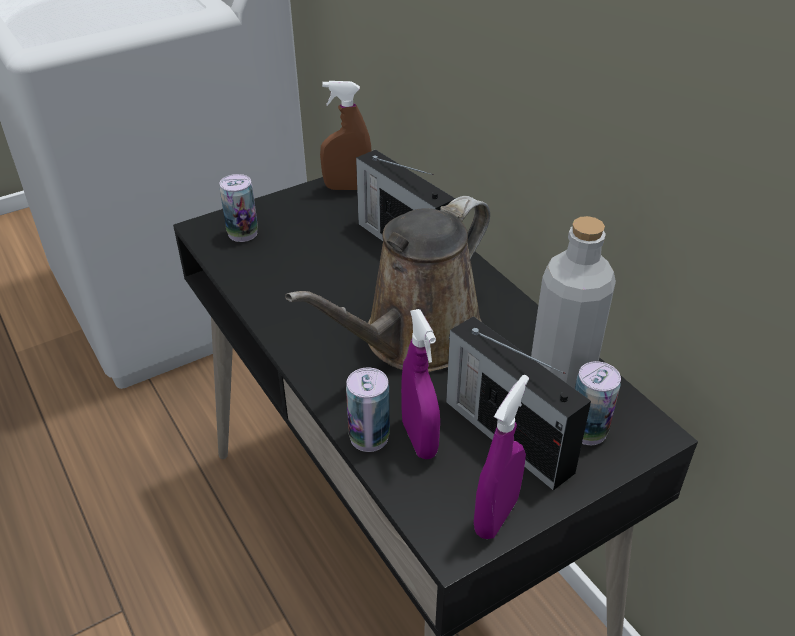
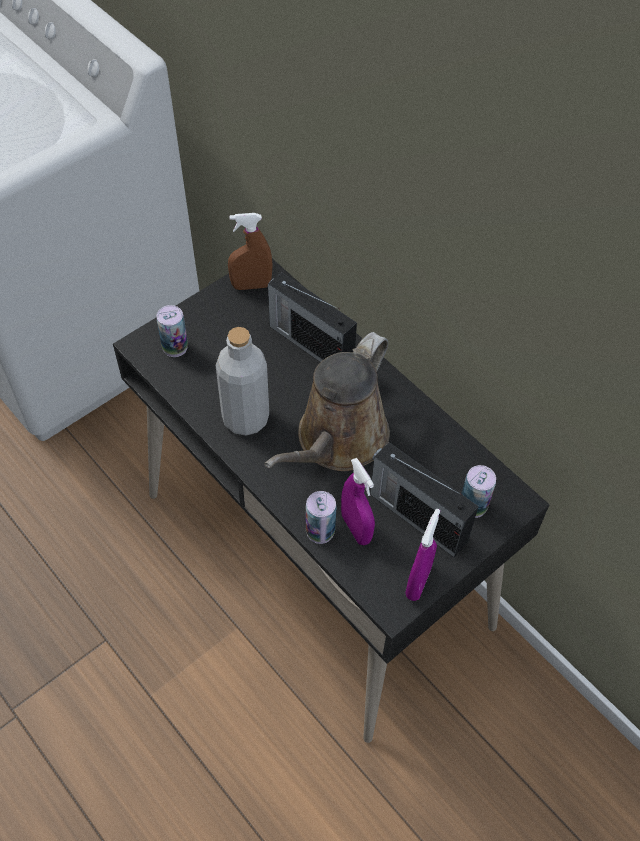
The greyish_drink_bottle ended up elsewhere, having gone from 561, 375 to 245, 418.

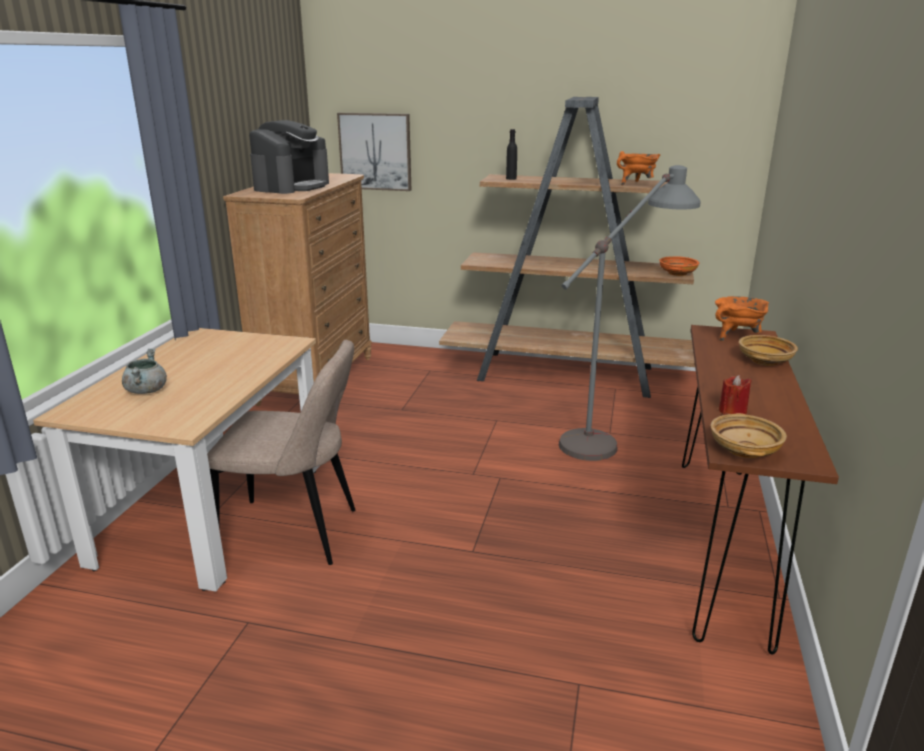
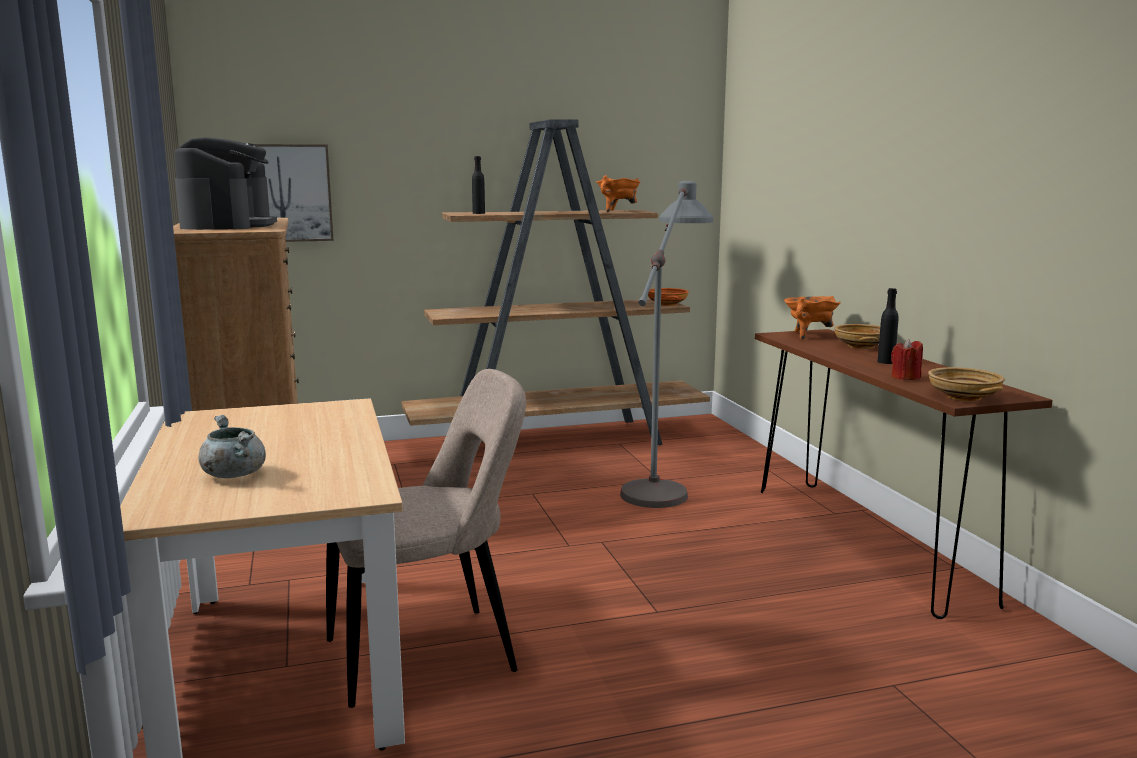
The second view gained the blackish_drink_bottle at 886, 362.

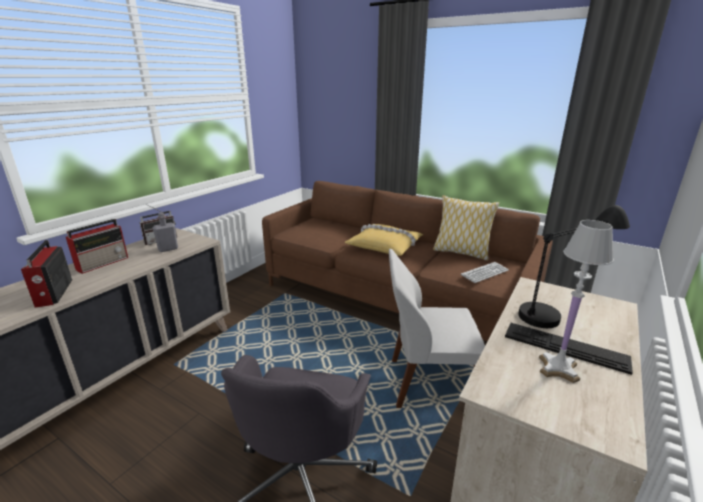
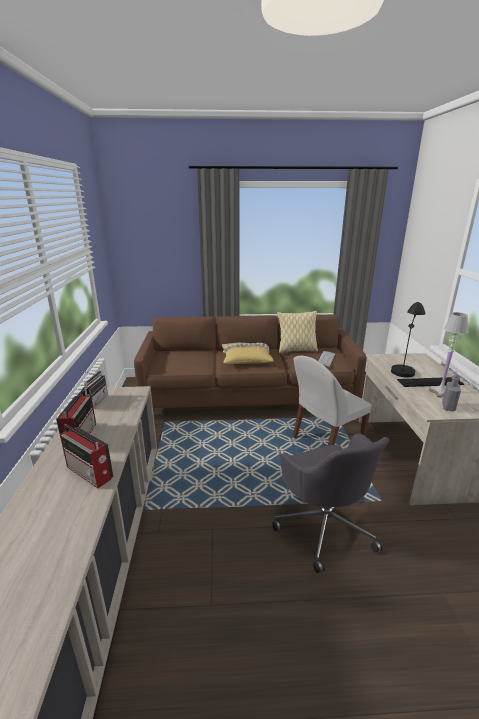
The greyish_drink_bottle ended up elsewhere, having gone from 168, 249 to 448, 407.

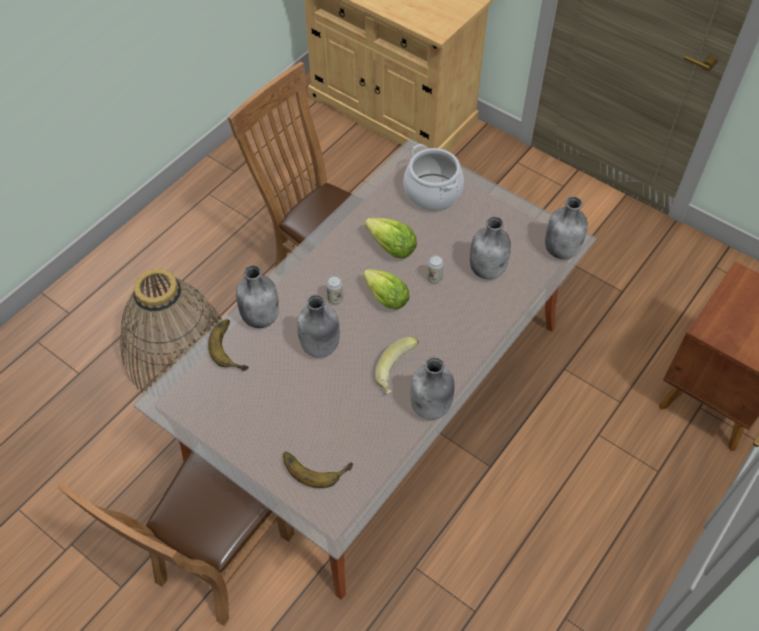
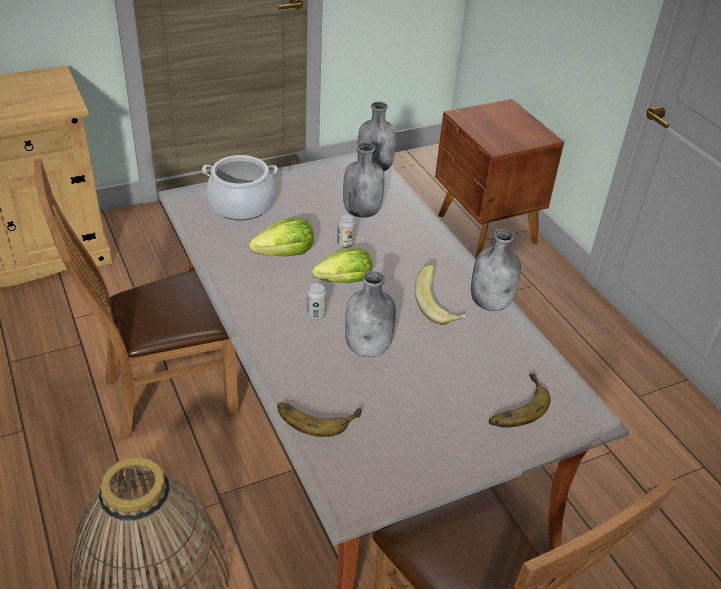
The second view lost the greyish_drink_bottle at 261, 316.

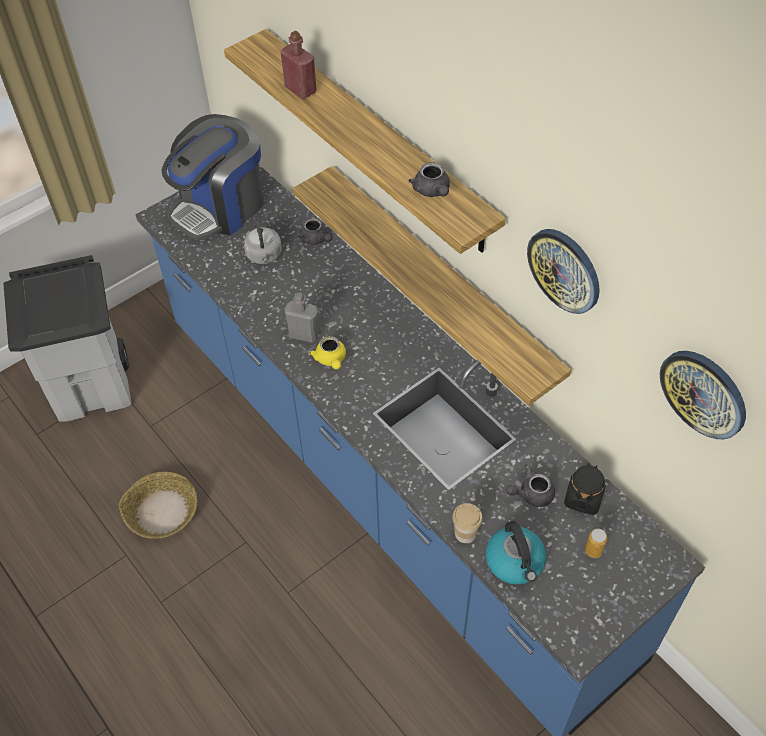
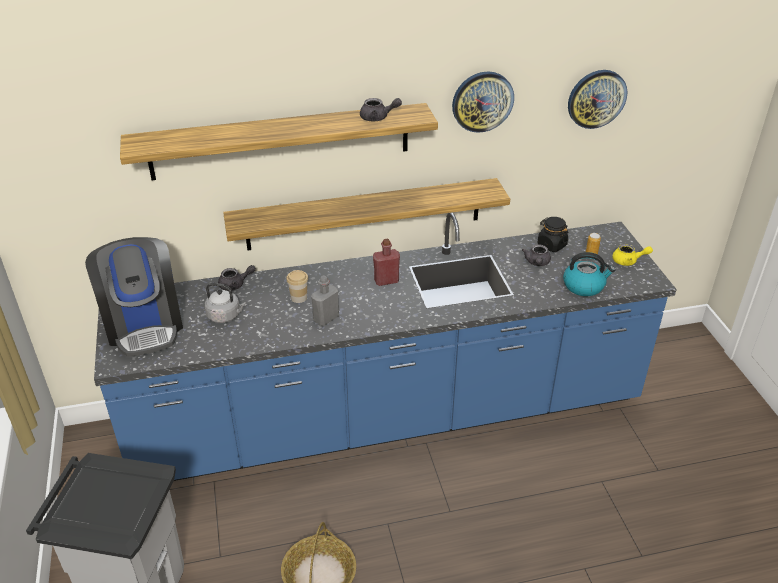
The drinking_cup ended up elsewhere, having gone from 465, 533 to 299, 298.
The red_drink_bottle ended up elsewhere, having gone from 300, 90 to 386, 281.
The yellow_tea_pot ended up elsewhere, having gone from 331, 360 to 628, 261.

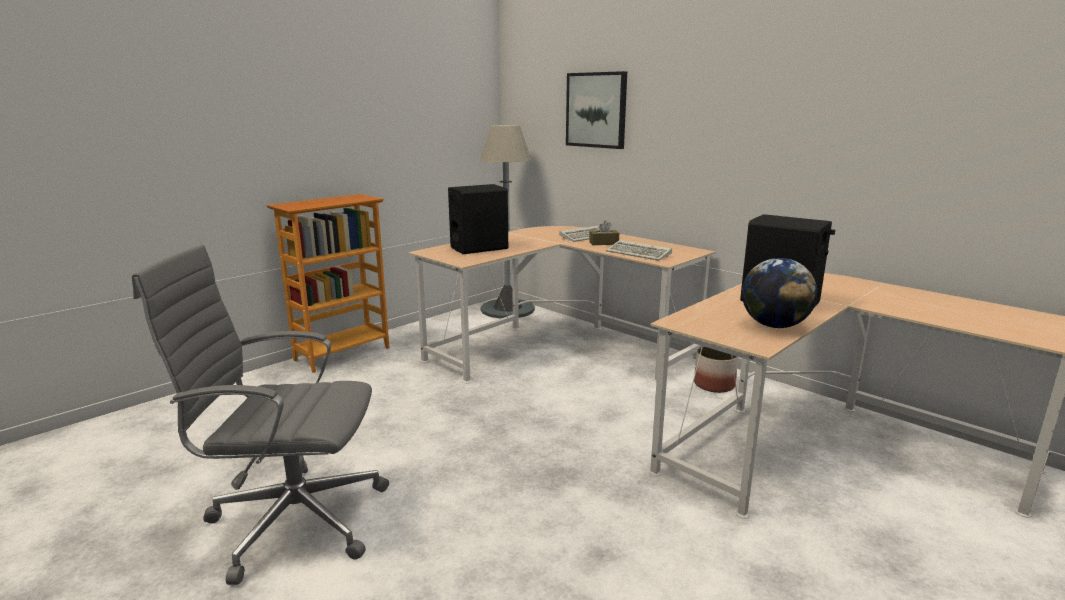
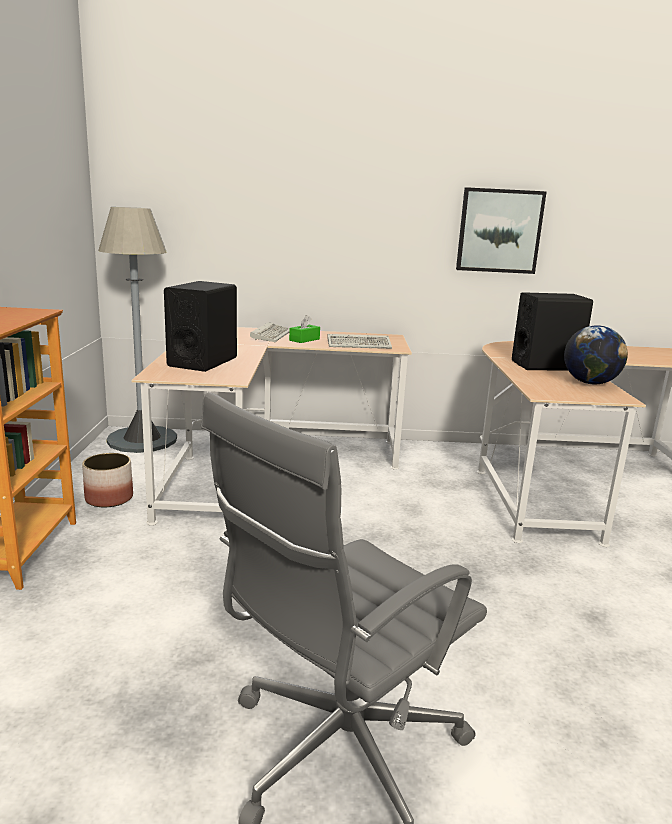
The planter ended up elsewhere, having gone from 714, 385 to 109, 498.
What was the brown_tissue_holder at 604, 243 turned into the green-coloured_tissue_holder at 304, 340.
The picture ended up elsewhere, having gone from 596, 110 to 499, 231.

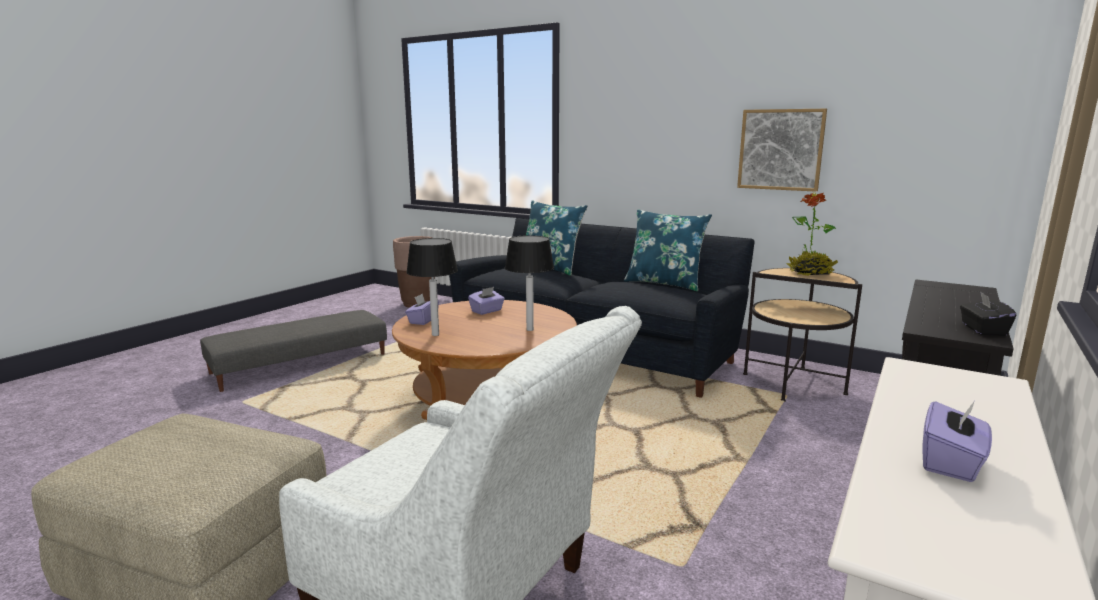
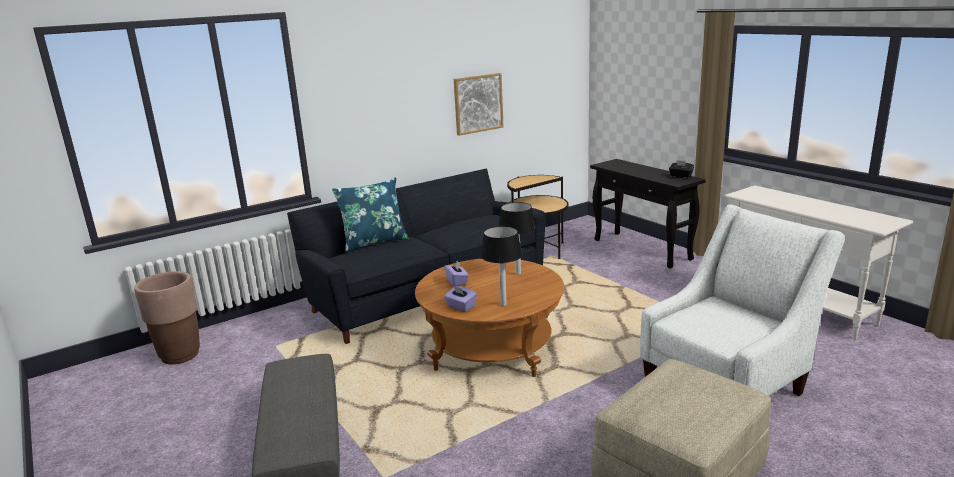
The second view lost the blue-coloured_cushion at 664, 283.
The second view lost the plant_in_a_pot at 810, 274.
The second view lost the purple_tissue_holder at 951, 463.

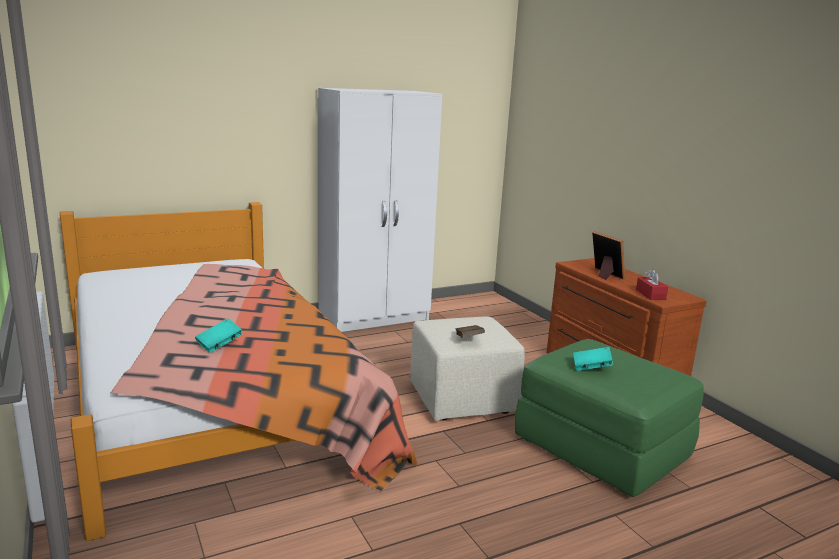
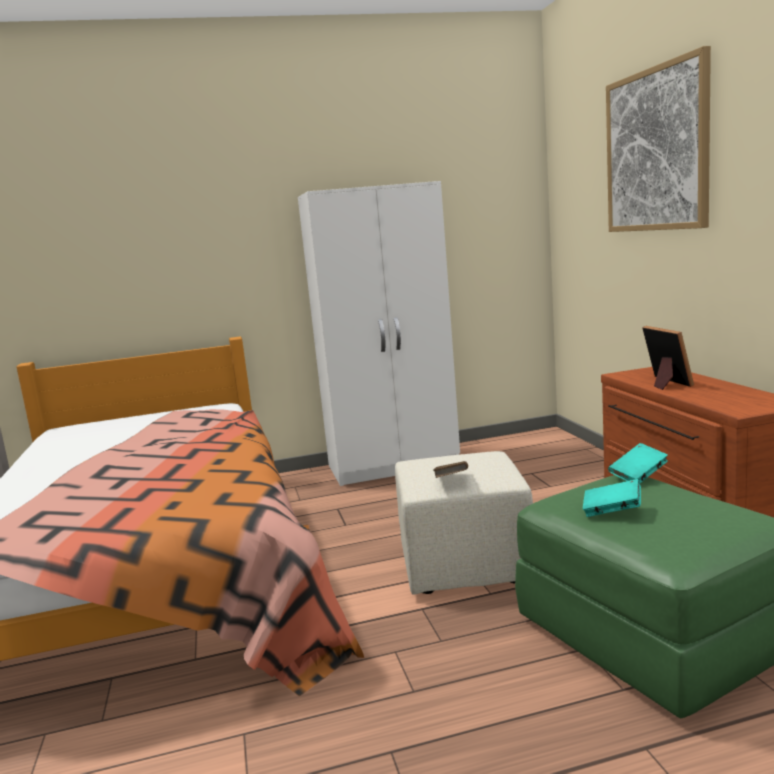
The second view gained the picture at 656, 150.
The blue-green_bound_book ended up elsewhere, having gone from 219, 345 to 638, 476.
The second view lost the red_tissue_holder at 650, 294.

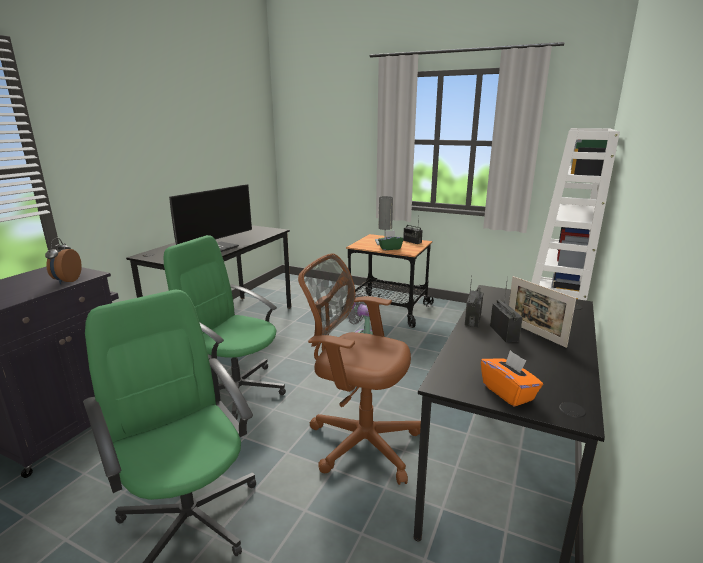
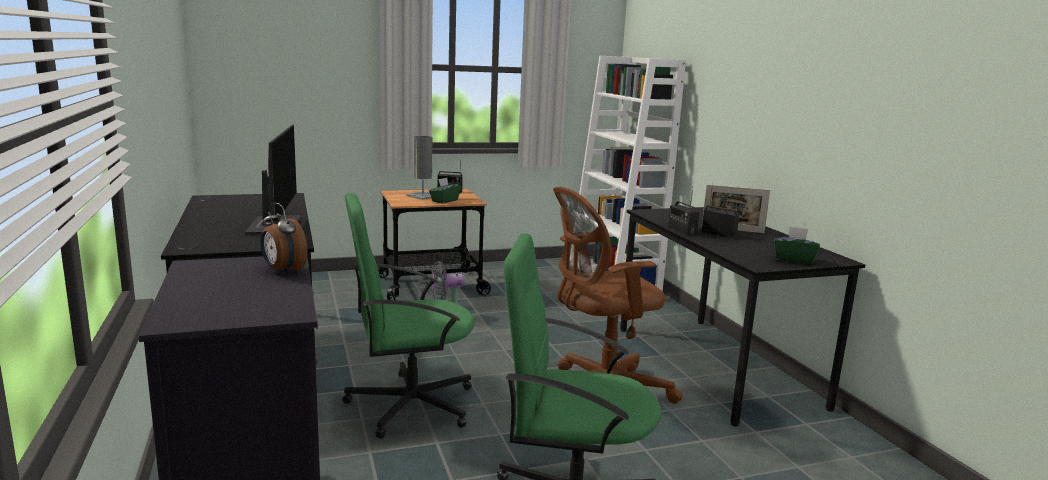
What was the orangey_tissue_holder at 508, 392 turned into the green-coloured_tissue_holder at 793, 260.

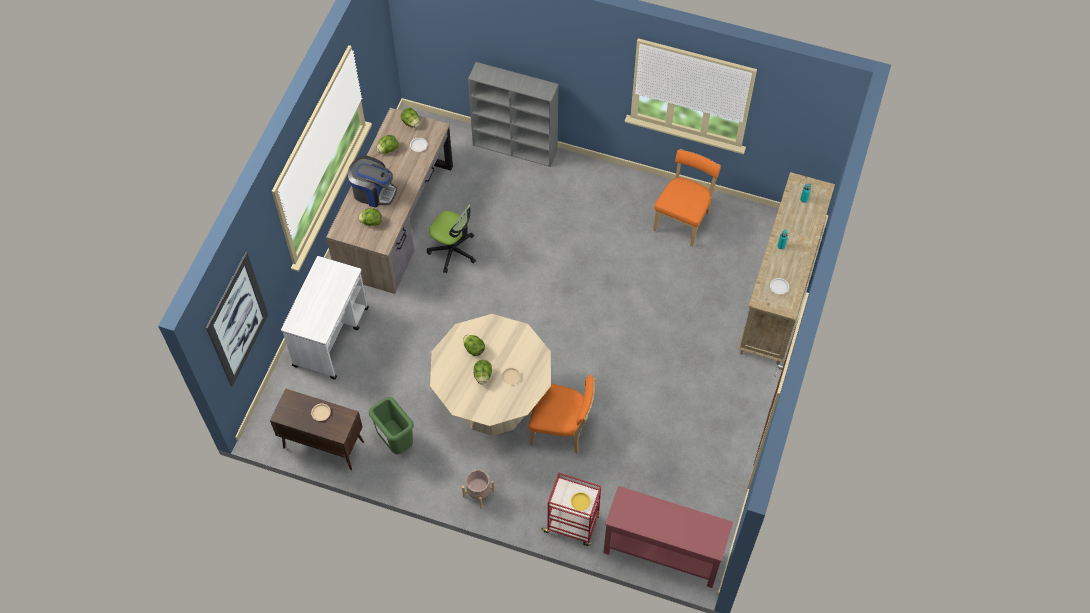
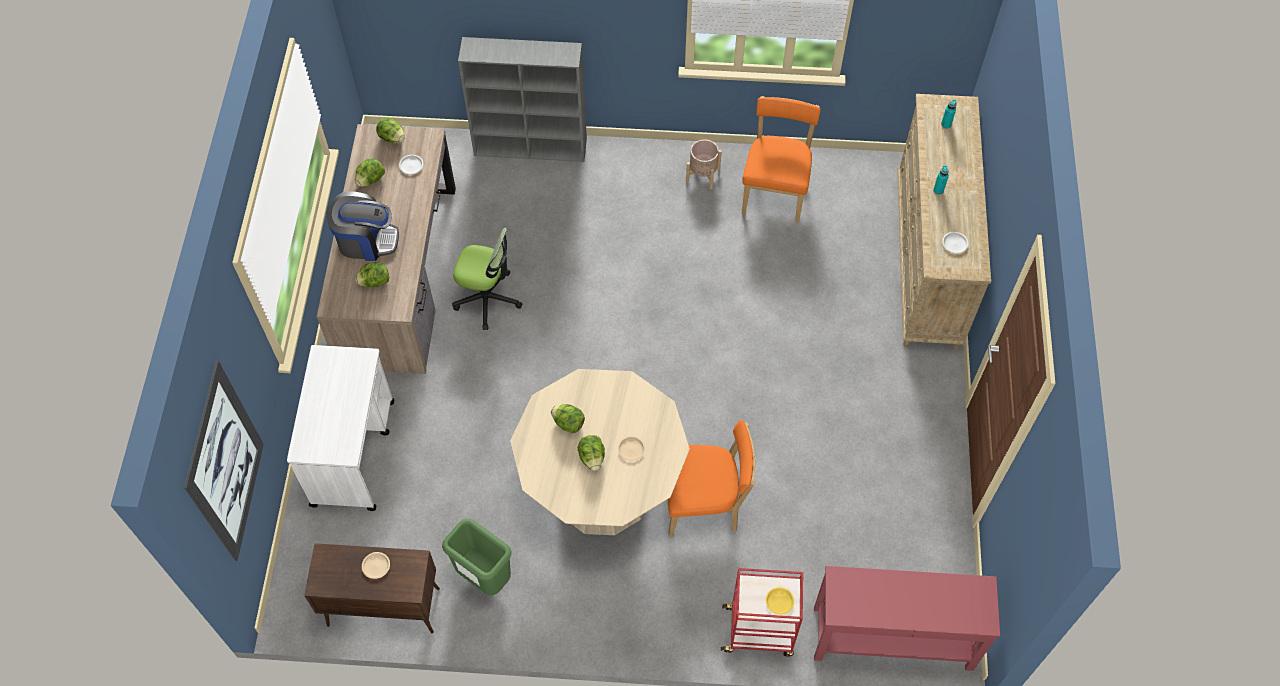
The beige_planter ended up elsewhere, having gone from 478, 493 to 702, 175.

